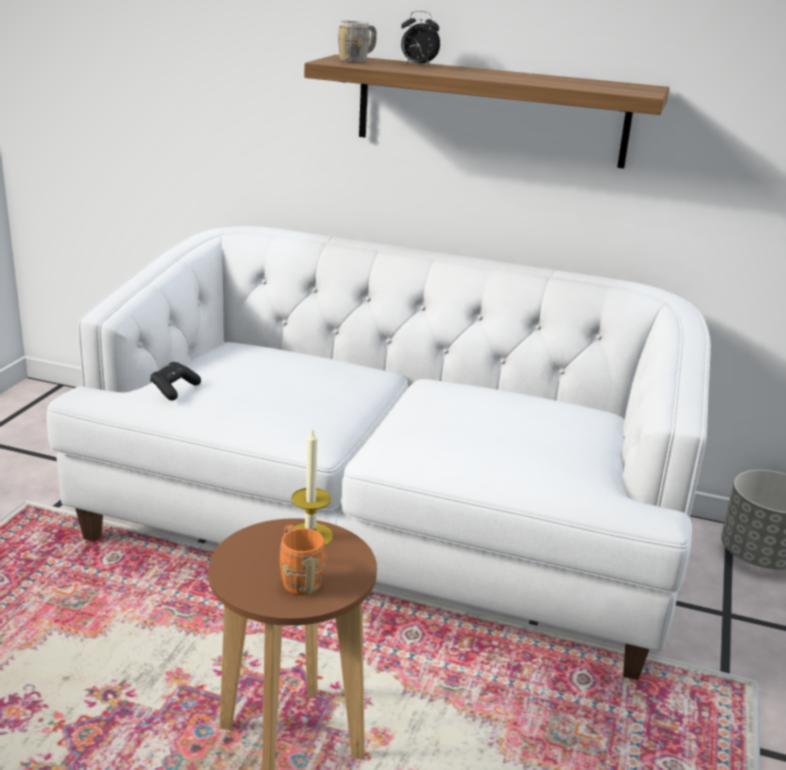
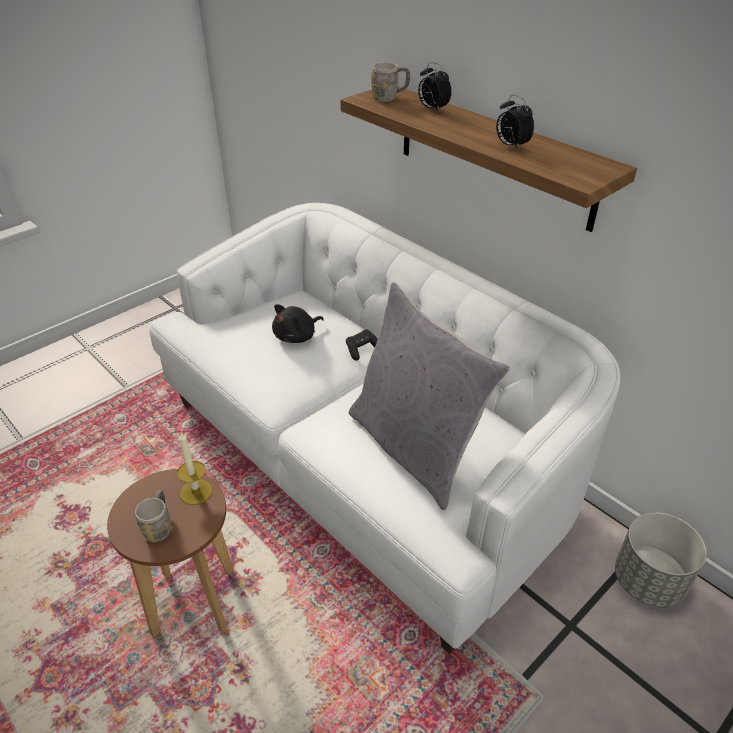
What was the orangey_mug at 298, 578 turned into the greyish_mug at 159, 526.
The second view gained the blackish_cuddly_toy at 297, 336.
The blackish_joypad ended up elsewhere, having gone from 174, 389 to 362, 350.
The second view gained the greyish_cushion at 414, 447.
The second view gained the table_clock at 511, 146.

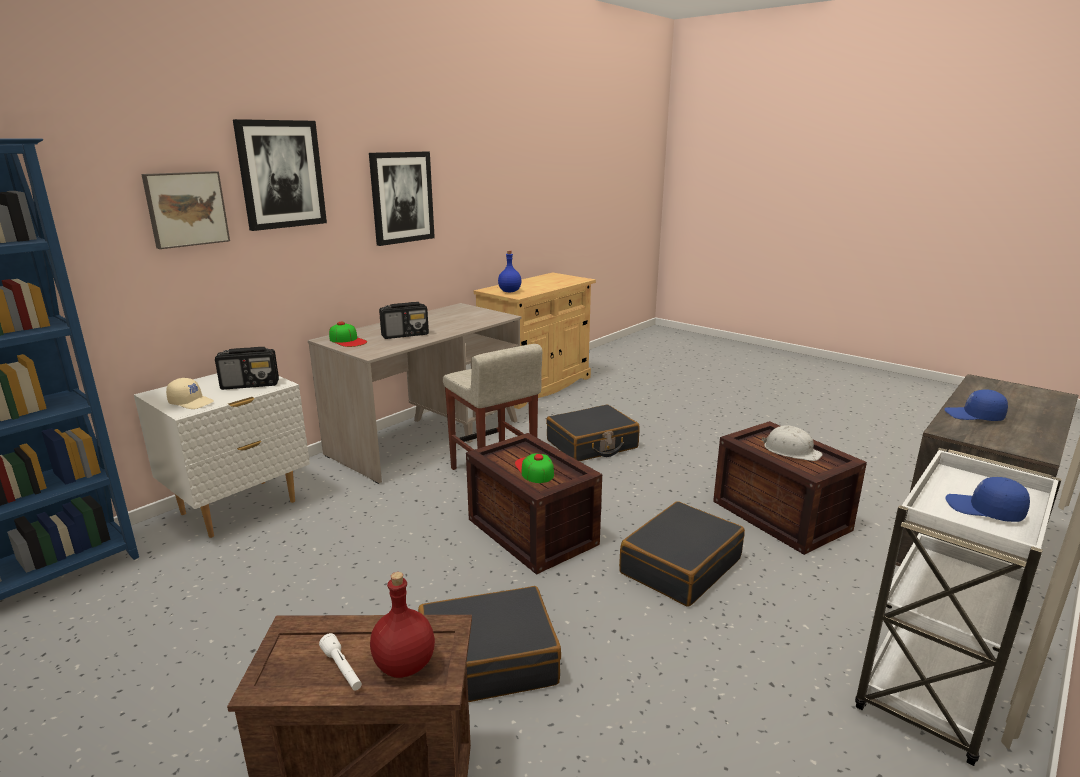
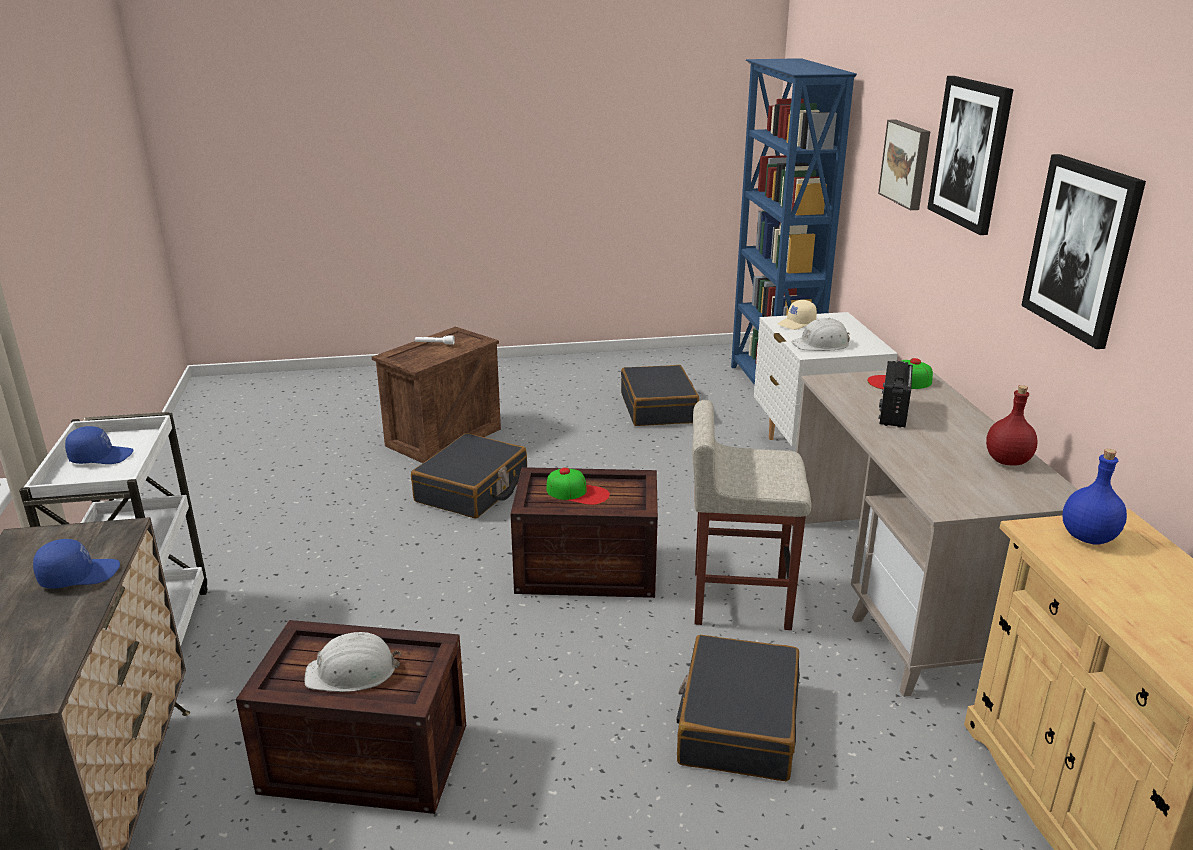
The blackish_travel_case ended up elsewhere, having gone from 680, 565 to 658, 408.
Where the radio_receiver stood at 251, 385, the white_work_helmet came to stand at 821, 344.
The red_drink_bottle ended up elsewhere, having gone from 405, 665 to 1007, 461.

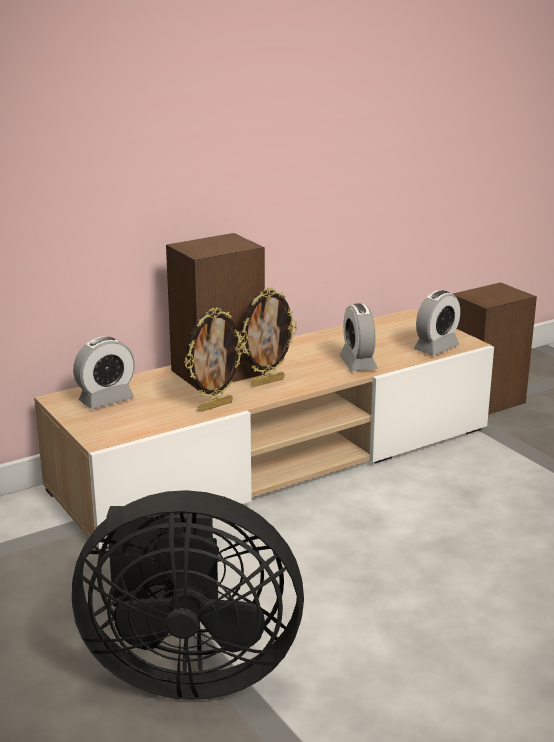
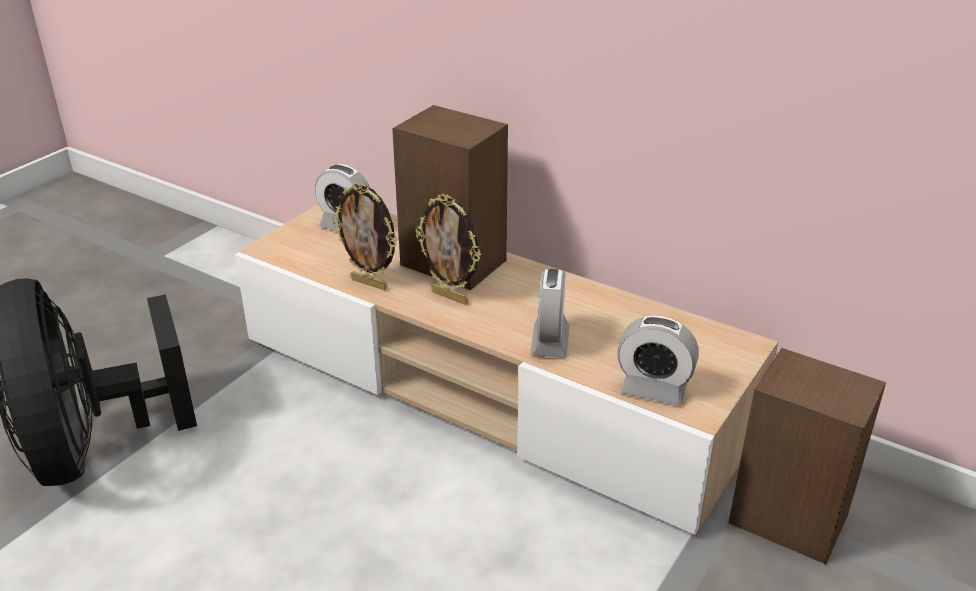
The table_clock at 358, 363 ended up facing another way, 45 degrees counterclockwise from before.

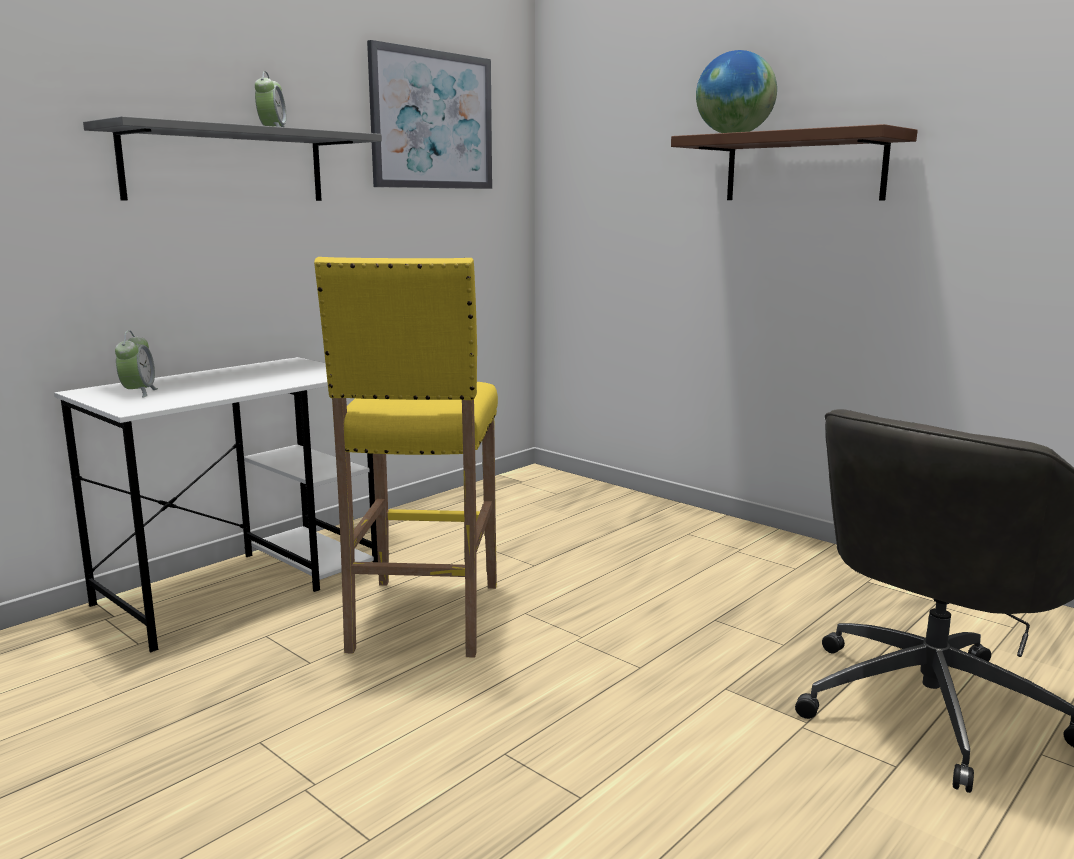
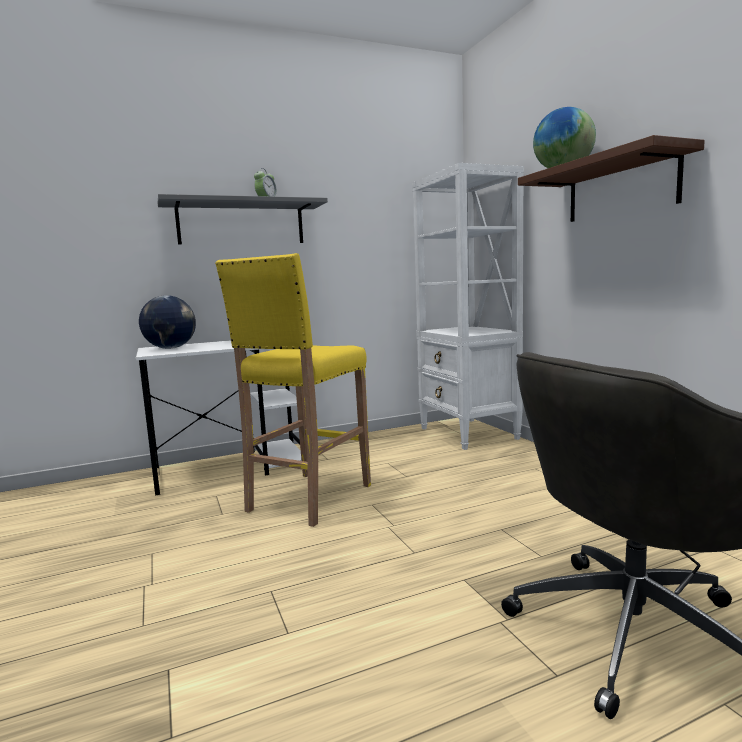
Where the table_clock stood at 138, 393, the globe came to stand at 170, 348.
The second view gained the white_shelving_unit at 468, 434.
The second view lost the picture at 432, 120.

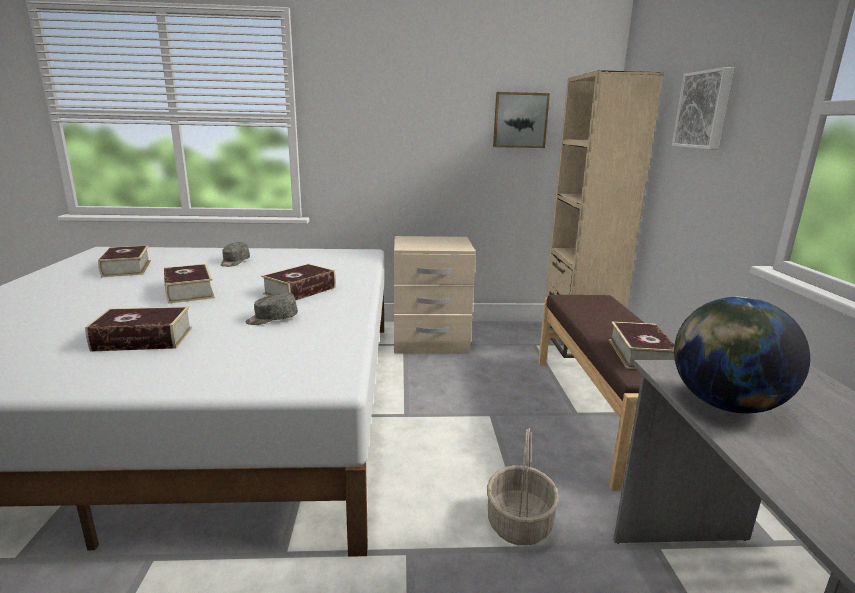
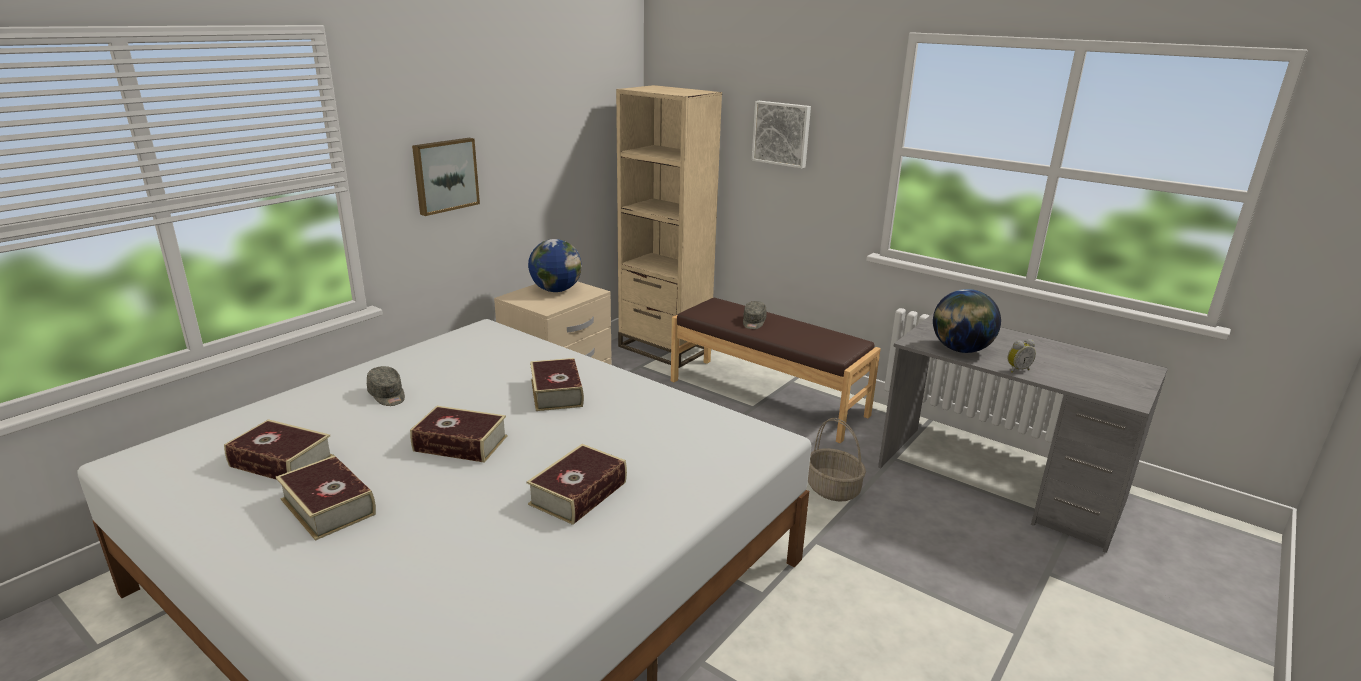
The bound_book ended up elsewhere, having gone from 640, 354 to 328, 506.
The picture ended up elsewhere, having gone from 520, 120 to 444, 175.
The second view gained the globe at 556, 290.
The greyish_baseball_cap ended up elsewhere, having gone from 272, 319 to 753, 322.
The second view gained the table_clock at 1017, 369.

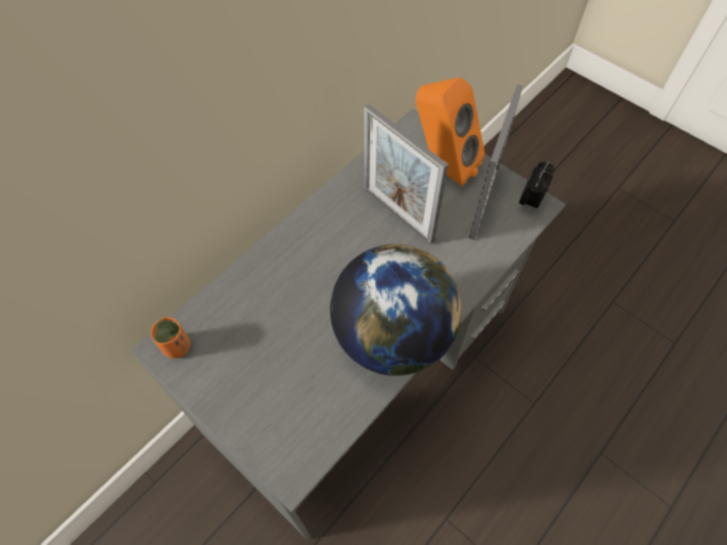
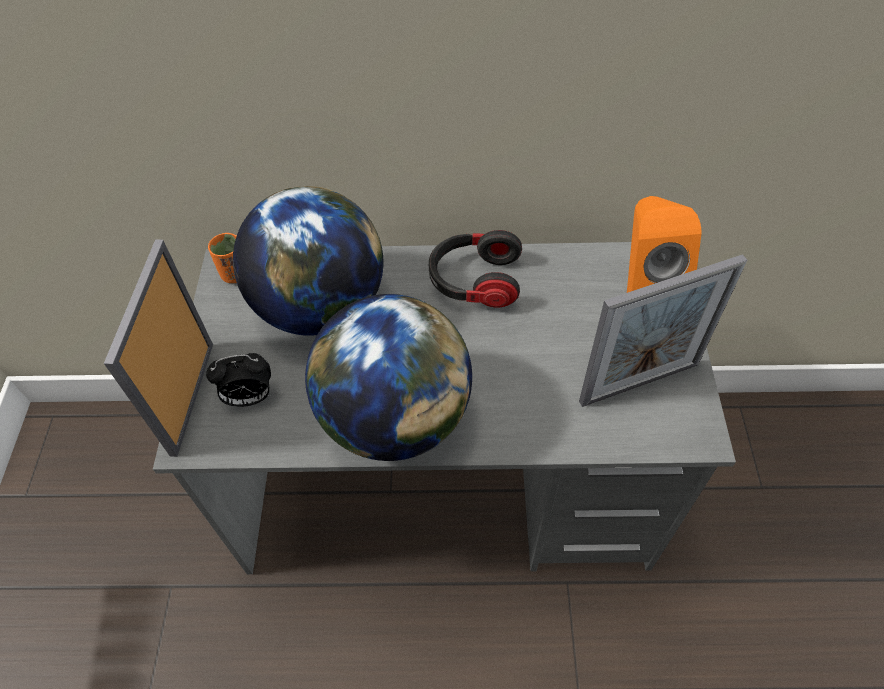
The photo_frame ended up elsewhere, having gone from 397, 214 to 192, 397.
The table_clock ended up elsewhere, having gone from 530, 202 to 249, 398.
The second view gained the globe at 321, 307.
The second view gained the pair_of_headphones at 474, 281.

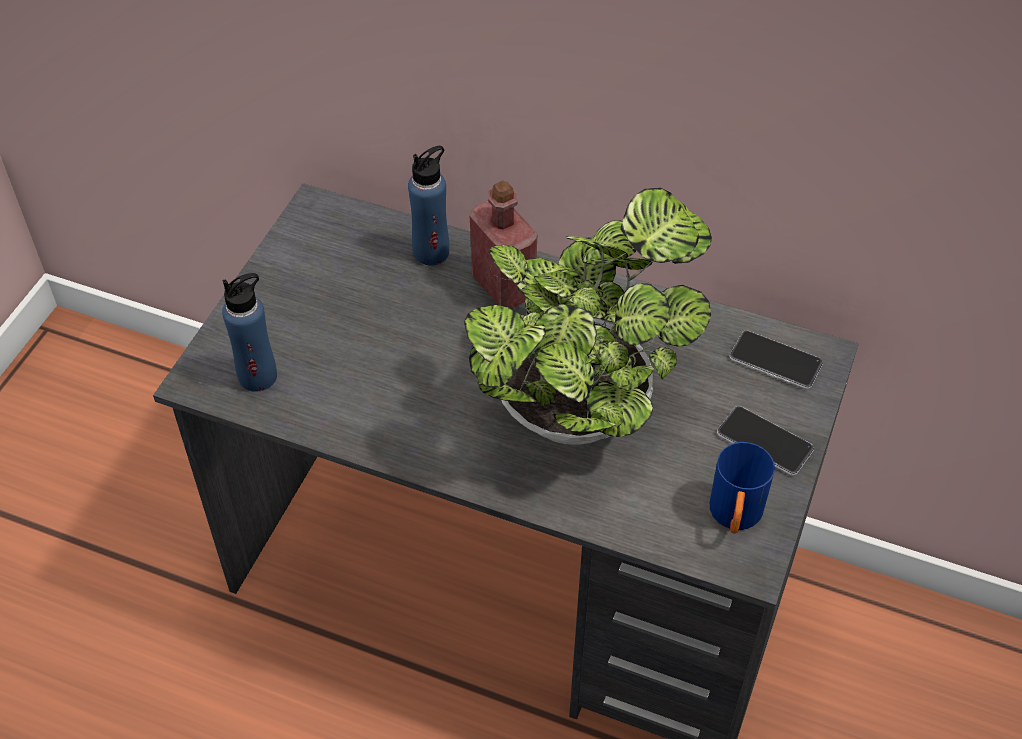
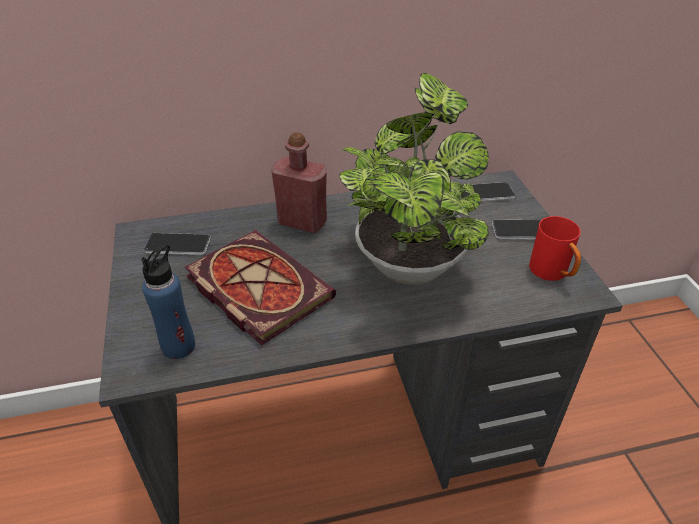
The second view gained the telephone at 177, 245.
The second view gained the bound_book at 254, 287.
What was the blue-coloured_mug at 735, 518 turned into the red_mug at 552, 274.
The second view lost the blue-coloured_drink_bottle at 431, 252.

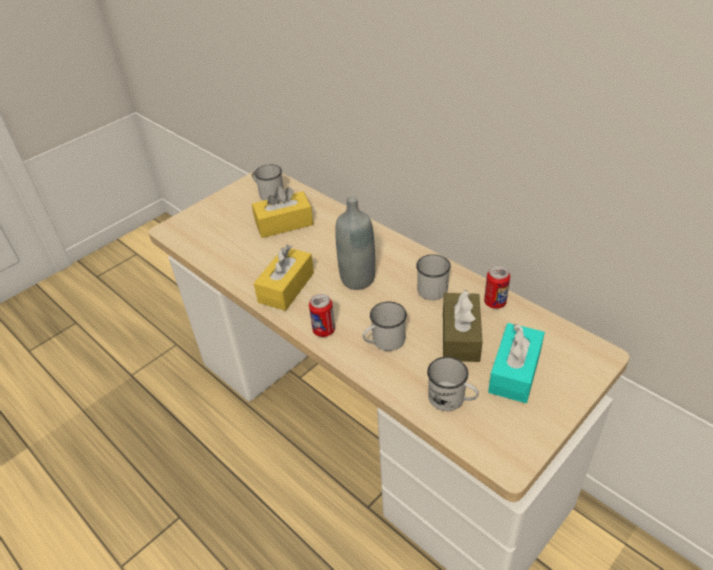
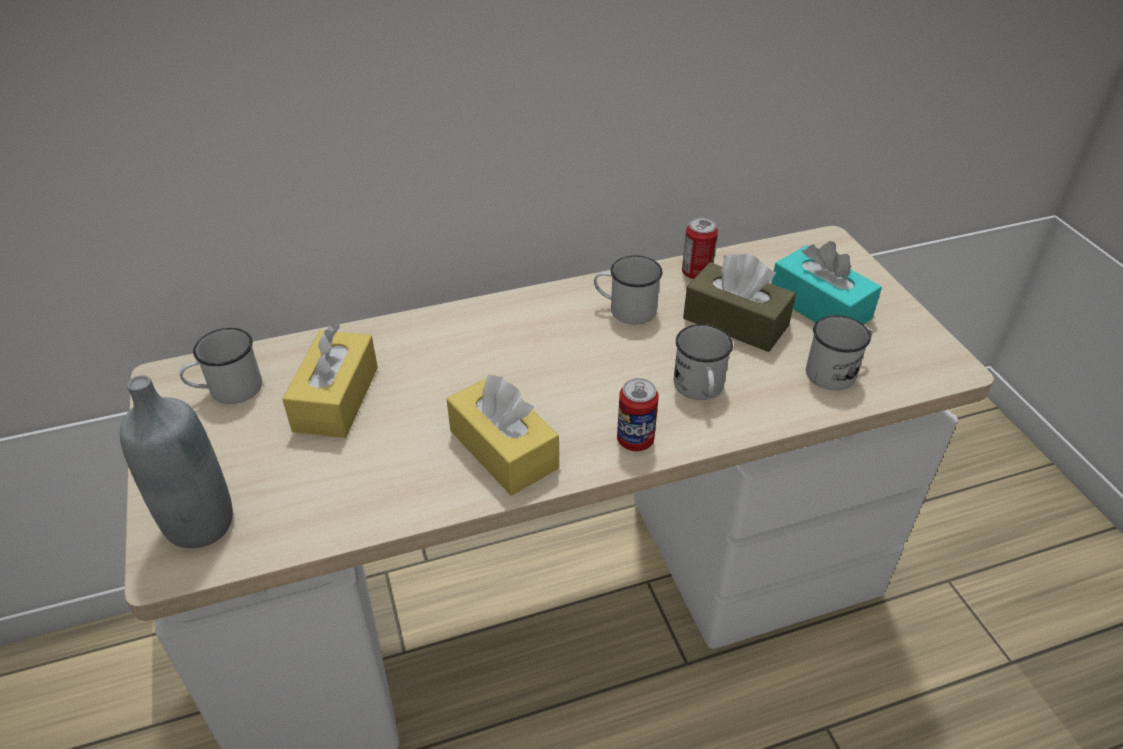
The greyish_drink_bottle ended up elsewhere, having gone from 357, 279 to 200, 523.

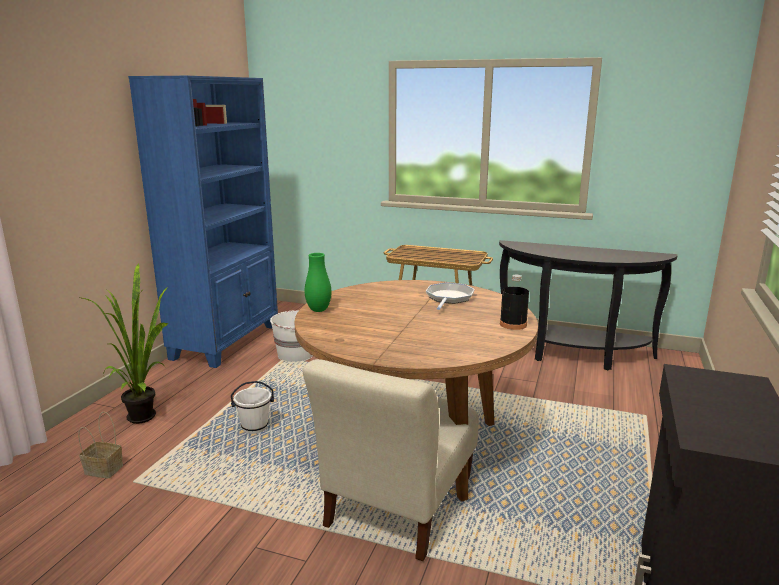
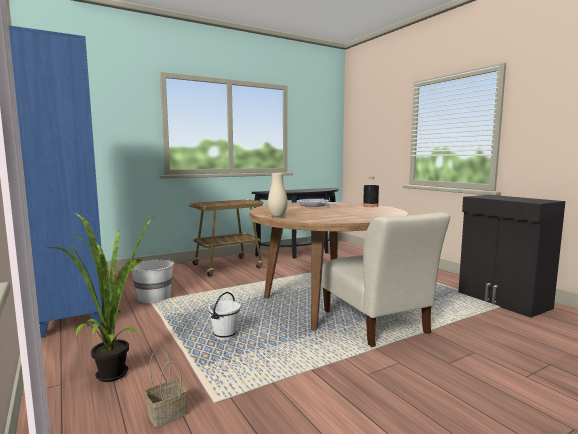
What was the green-coloured_decorative_vase at 318, 310 turned into the beige_decorative_vase at 277, 216.

